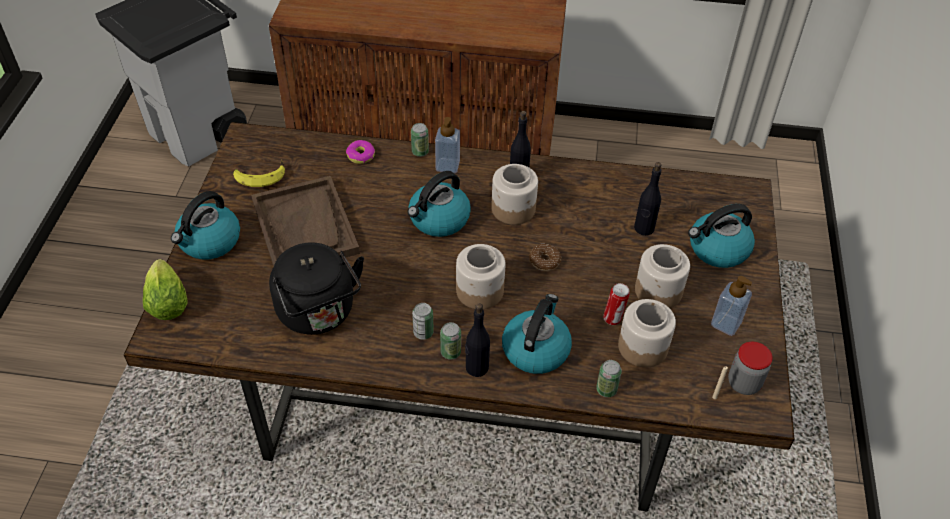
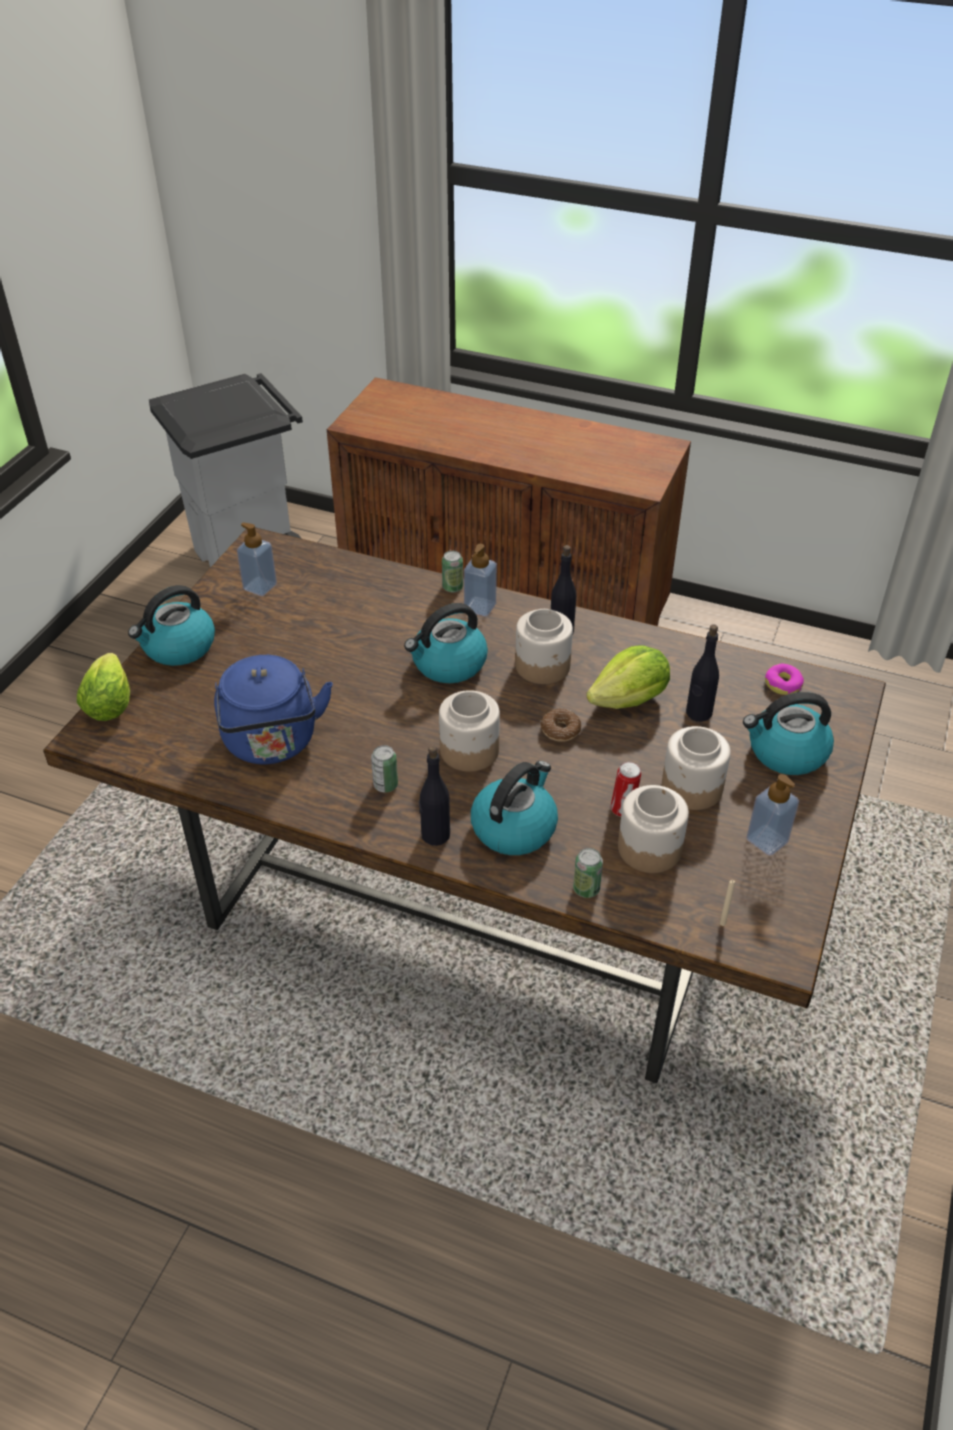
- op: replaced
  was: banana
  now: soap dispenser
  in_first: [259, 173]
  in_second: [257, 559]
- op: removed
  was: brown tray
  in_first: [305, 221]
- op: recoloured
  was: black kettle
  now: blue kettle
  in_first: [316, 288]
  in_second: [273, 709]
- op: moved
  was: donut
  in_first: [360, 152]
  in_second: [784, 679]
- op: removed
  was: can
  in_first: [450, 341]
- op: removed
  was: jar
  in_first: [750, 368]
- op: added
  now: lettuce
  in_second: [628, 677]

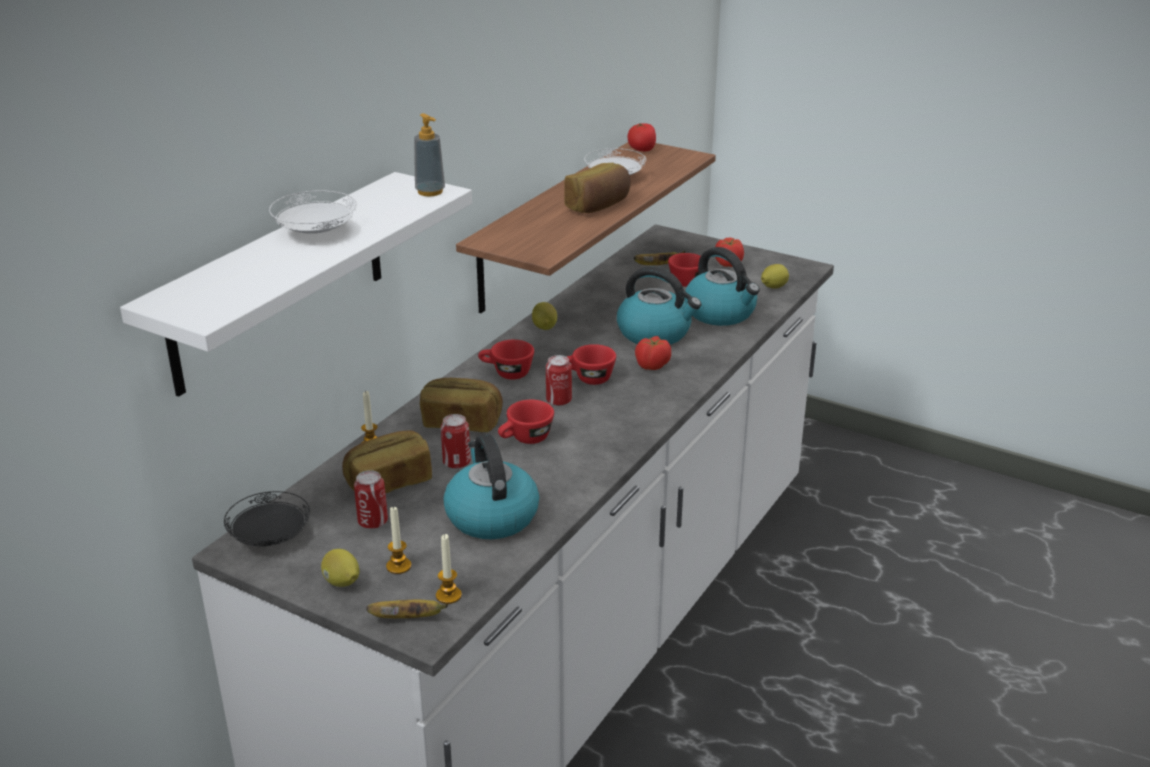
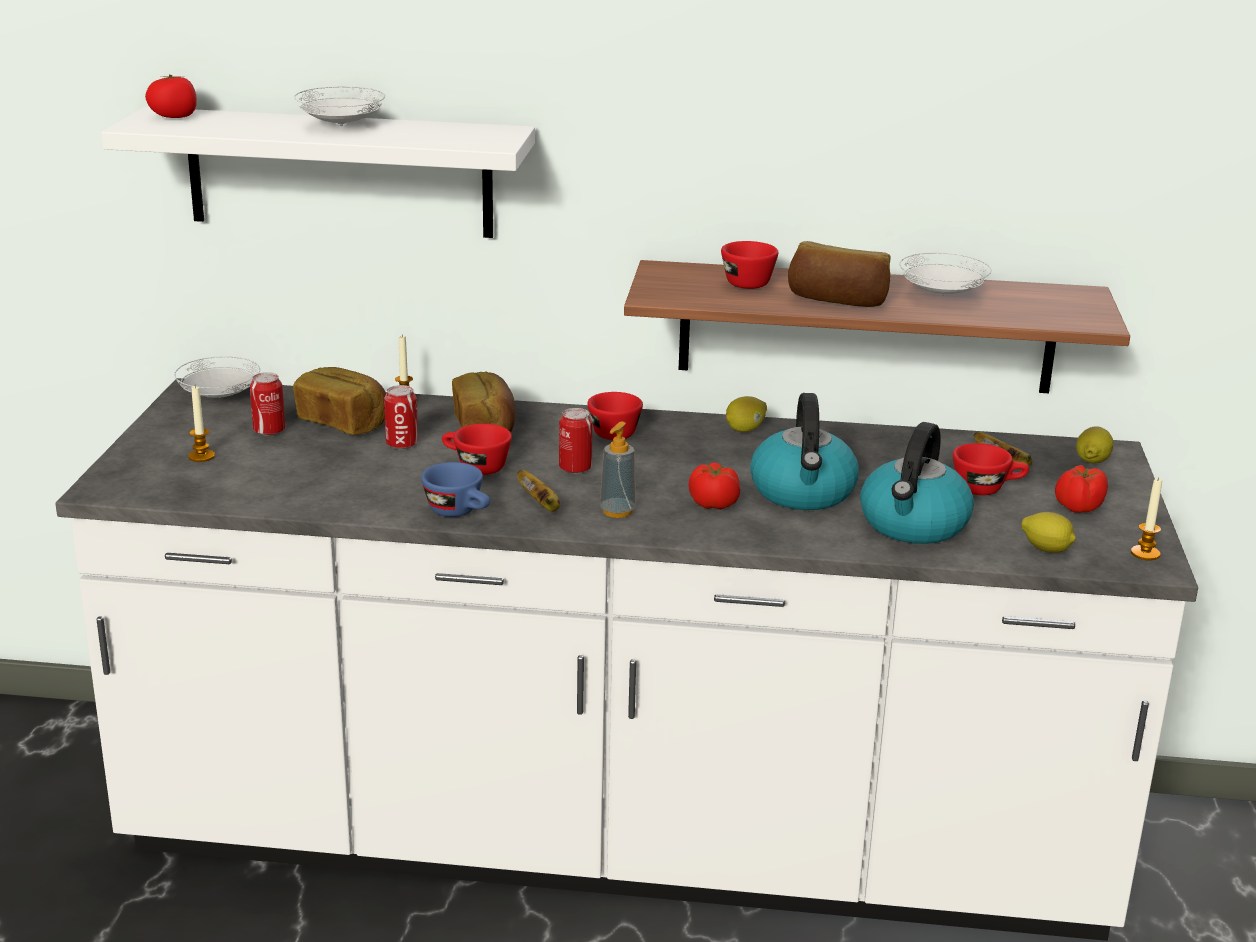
- op: recoloured
  was: black plate
  now: white plate
  in_first: [267, 518]
  in_second: [217, 377]
- op: moved
  was: lemon
  in_first: [340, 568]
  in_second: [1094, 445]
- op: moved
  was: banana
  in_first: [407, 608]
  in_second: [538, 491]
- op: moved
  was: soap dispenser
  in_first: [429, 154]
  in_second: [618, 470]
- op: moved
  was: candle
  in_first: [449, 569]
  in_second: [1146, 518]
- op: removed
  was: kettle
  in_first: [491, 486]
- op: moved
  was: red cup
  in_first: [591, 364]
  in_second: [749, 265]
- op: moved
  was: tomato
  in_first: [642, 137]
  in_second: [171, 96]
- op: added
  now: blue cup
  in_second: [455, 489]

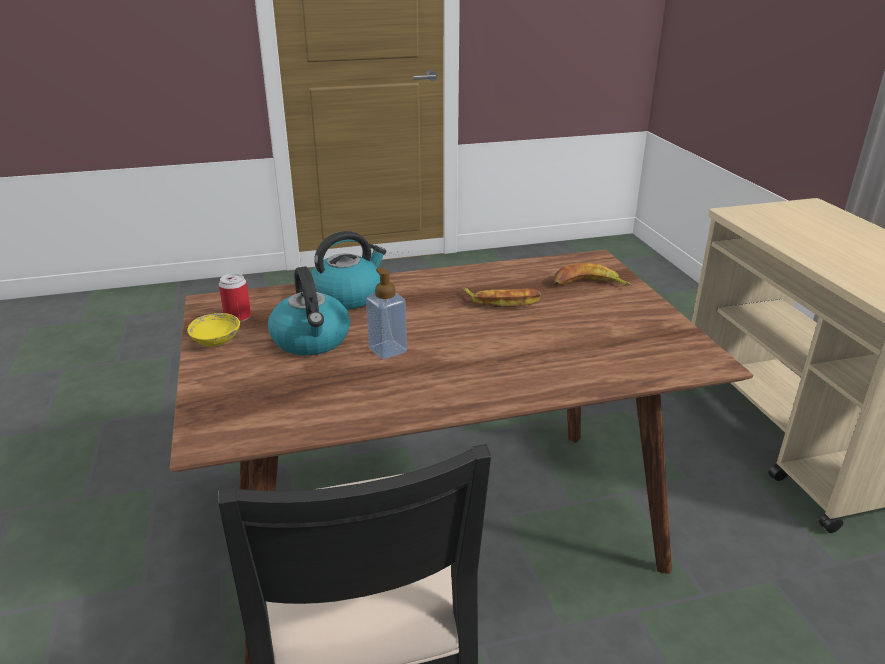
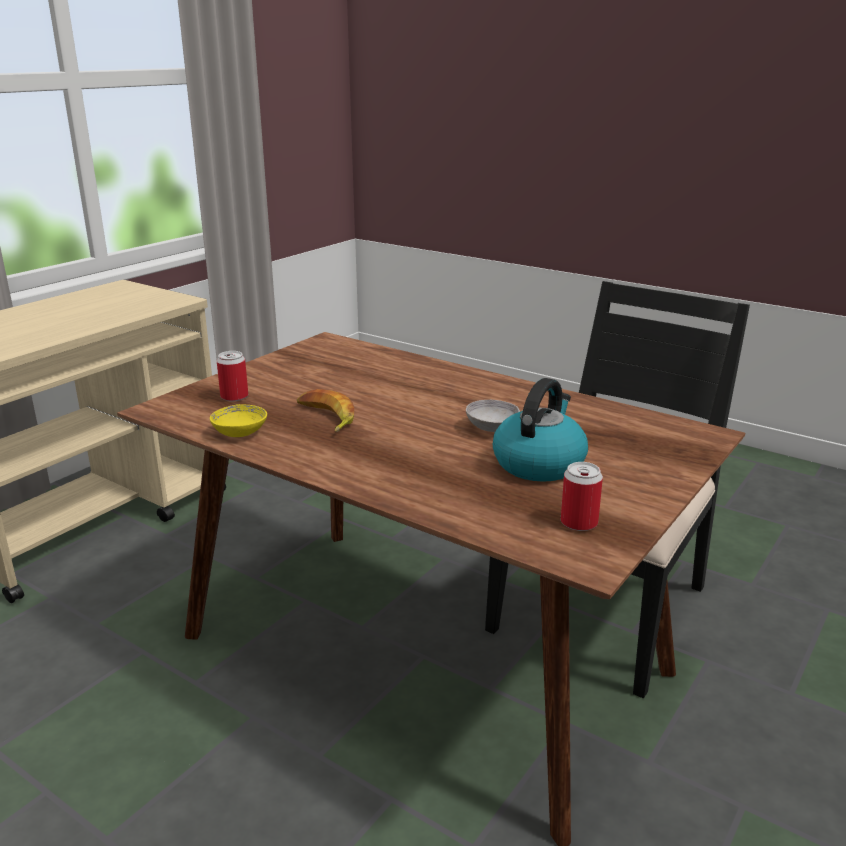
- op: moved
  was: yellow bowl
  in_first: [213, 330]
  in_second: [238, 420]
- op: removed
  was: kettle
  in_first: [348, 270]
- op: replaced
  was: soap dispenser
  now: grey bowl
  in_first: [386, 313]
  in_second: [493, 416]
- op: replaced
  was: banana
  now: can
  in_first: [593, 274]
  in_second: [232, 376]

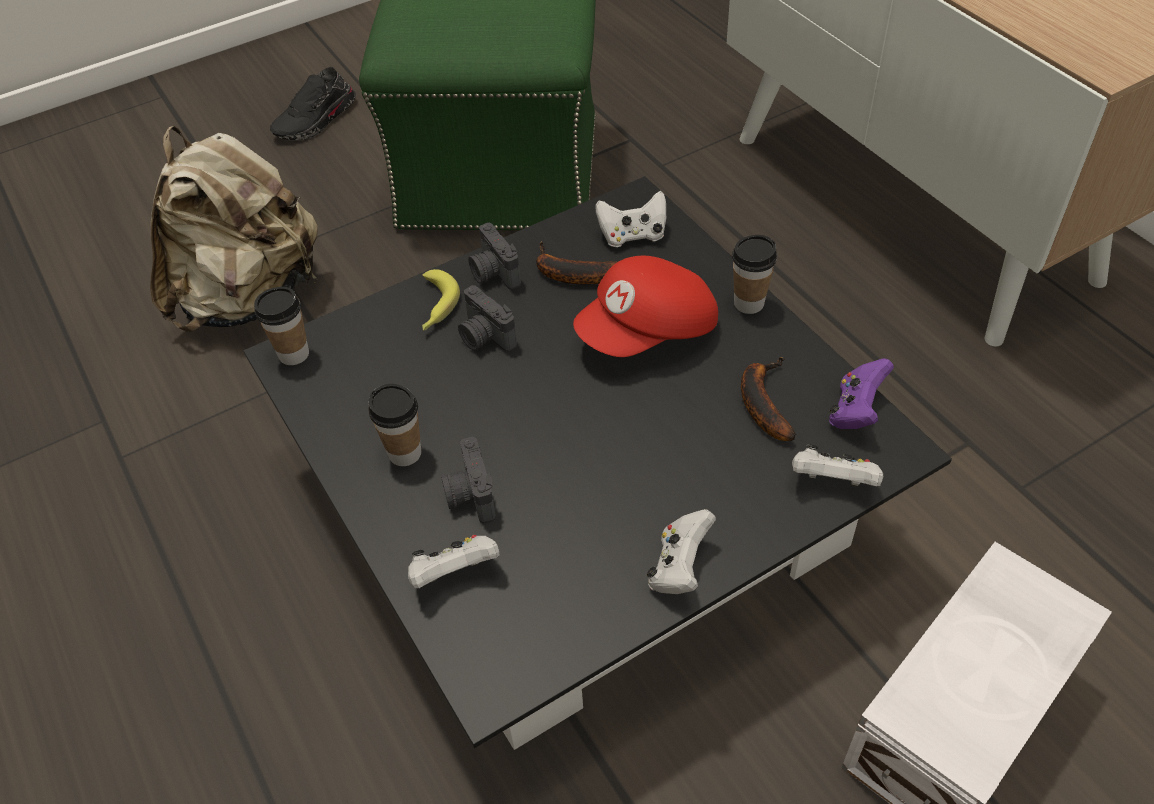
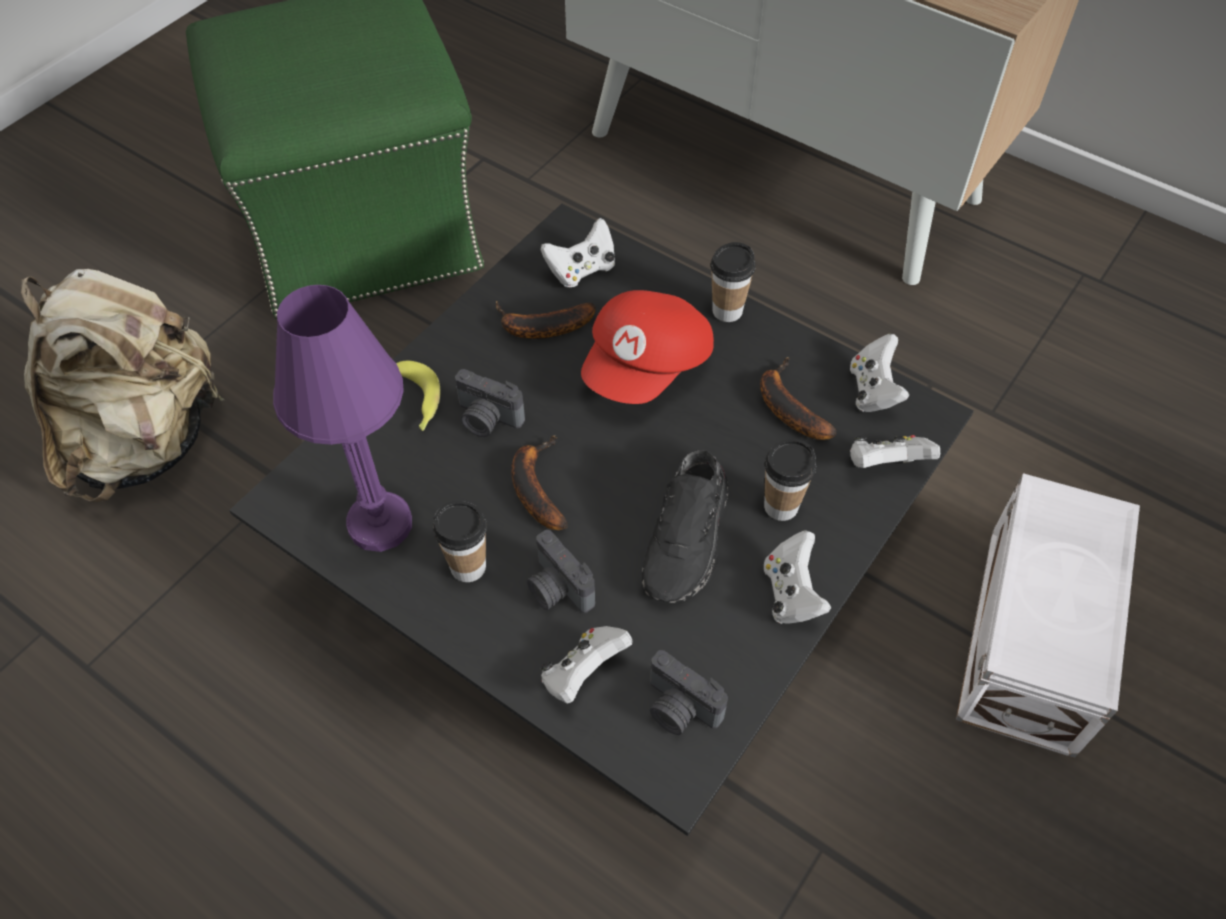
- op: moved
  was: cup
  in_first: [281, 326]
  in_second: [790, 480]
- op: moved
  was: black shoe
  in_first: [313, 103]
  in_second: [685, 526]
- op: moved
  was: photo camera
  in_first: [494, 256]
  in_second: [689, 692]
- op: recoloured
  was: purple game controller
  now: white game controller
  in_first: [861, 393]
  in_second: [879, 373]
- op: added
  now: purple table lamp
  in_second: [342, 418]
- op: added
  now: banana
  in_second: [539, 483]

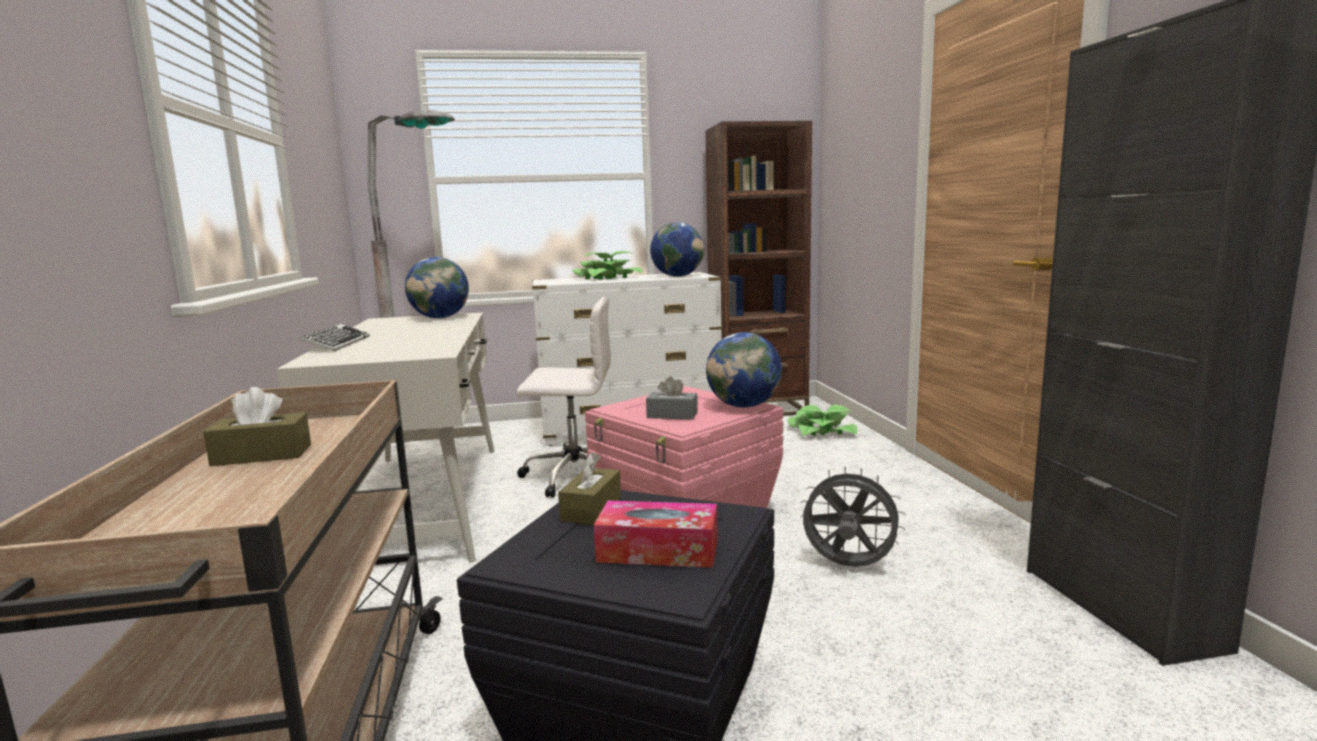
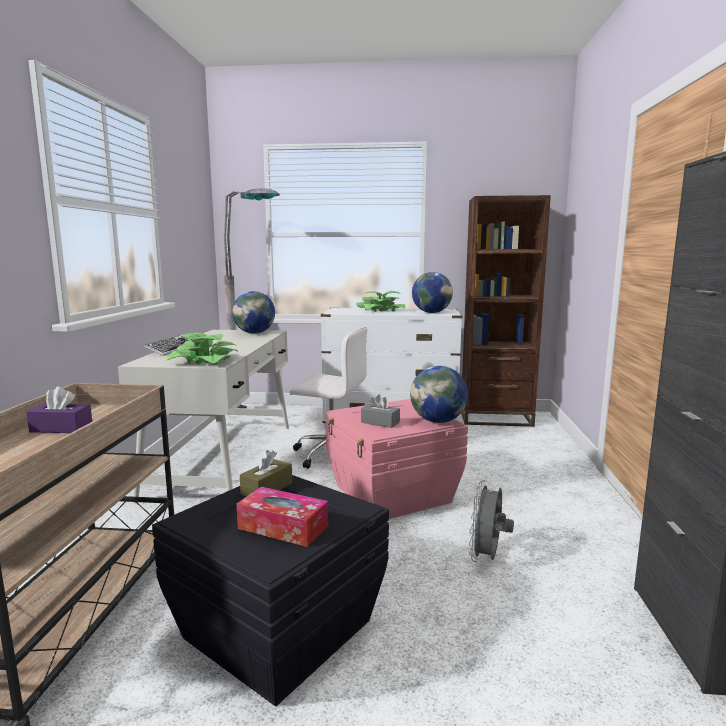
- op: recoloured
  was: brown tissue box
  now: purple tissue box
  in_first: [257, 426]
  in_second: [59, 410]
- op: moved
  was: potted plant
  in_first: [823, 420]
  in_second: [201, 349]
- op: turned
  was: grey fan
  in_first: [853, 516]
  in_second: [491, 521]
  clockwise: -105

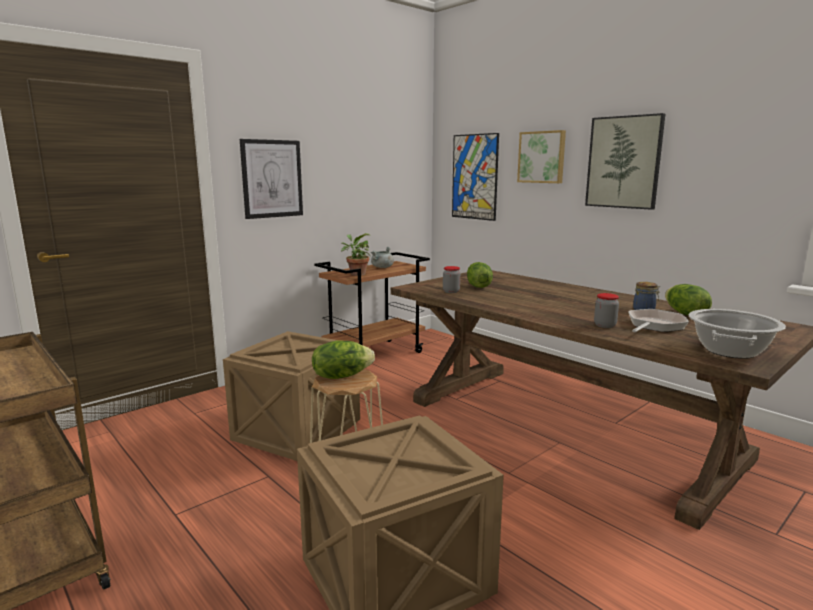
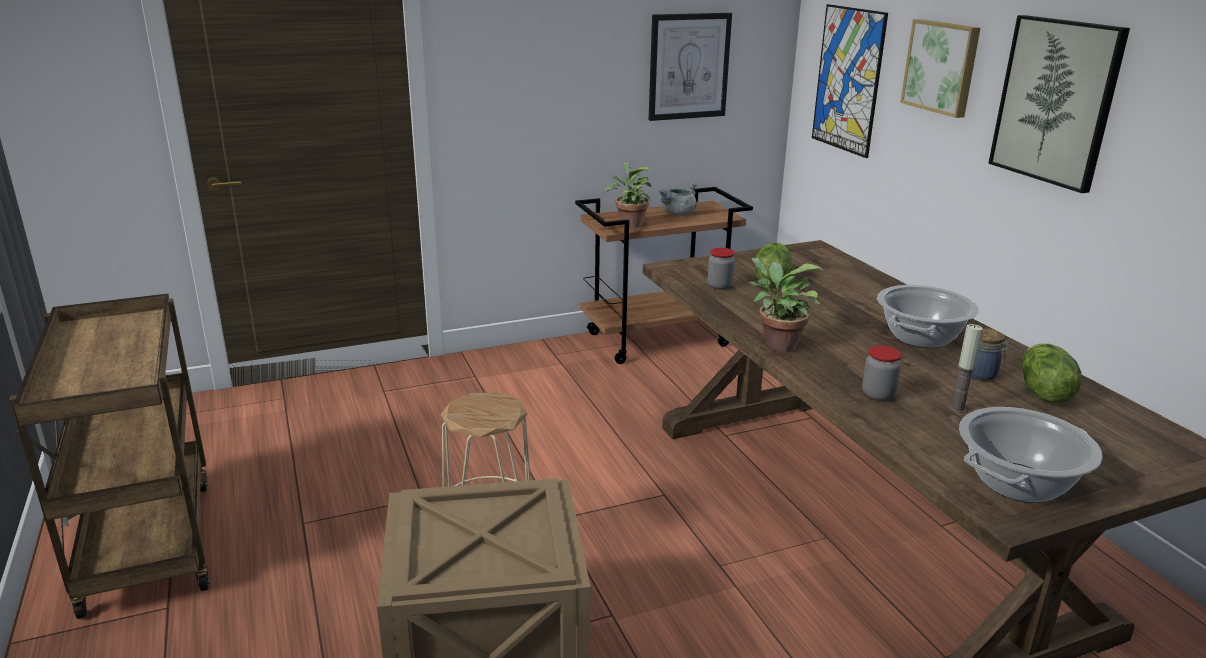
- op: removed
  was: crate
  in_first: [291, 396]
- op: moved
  was: picture
  in_first: [271, 179]
  in_second: [690, 67]
- op: removed
  was: lettuce
  in_first: [343, 359]
- op: replaced
  was: frying pan
  now: candle
  in_first: [659, 320]
  in_second: [966, 368]
- op: added
  now: potted plant
  in_second: [786, 305]
- op: added
  now: cooking pot
  in_second: [928, 316]

